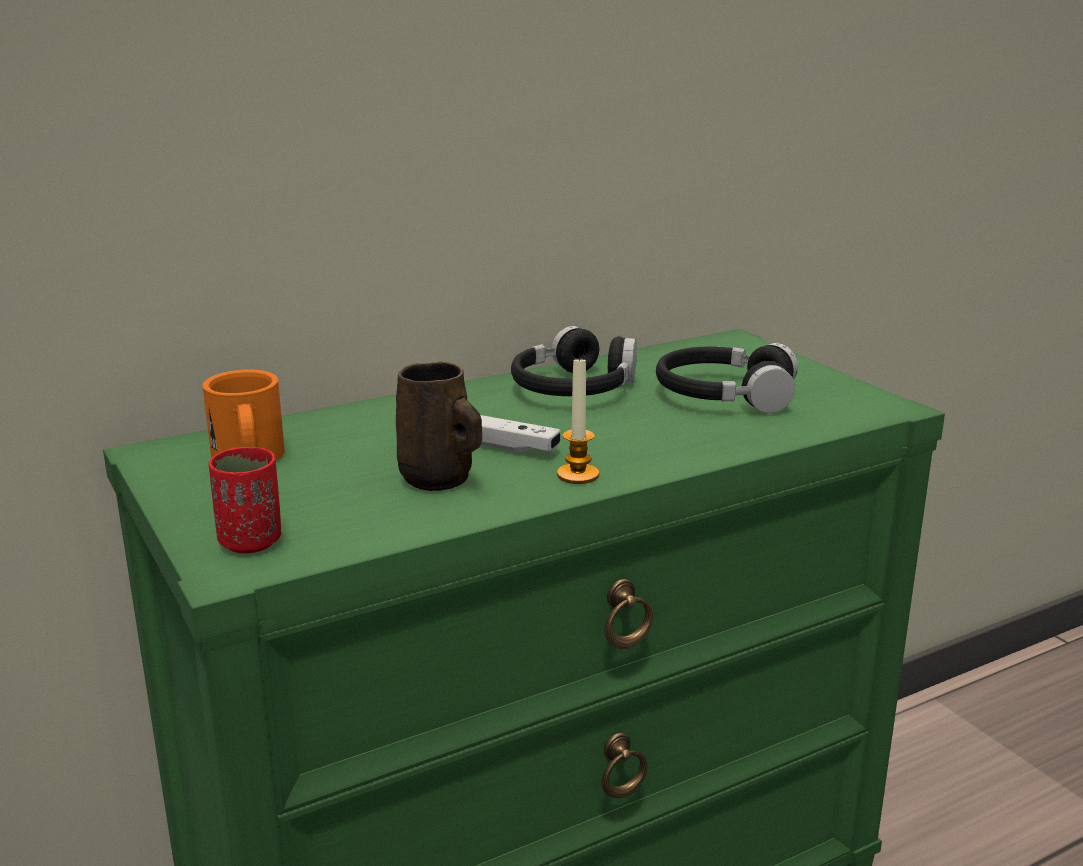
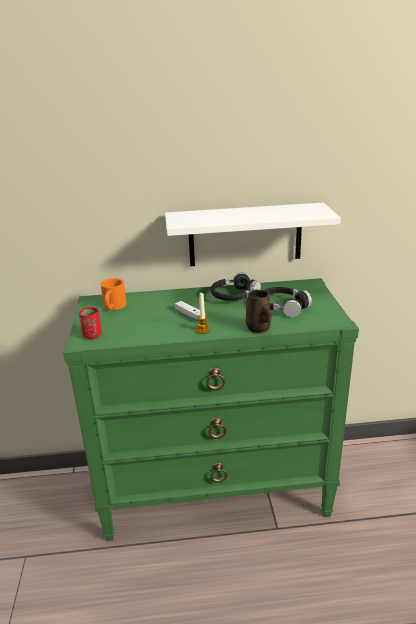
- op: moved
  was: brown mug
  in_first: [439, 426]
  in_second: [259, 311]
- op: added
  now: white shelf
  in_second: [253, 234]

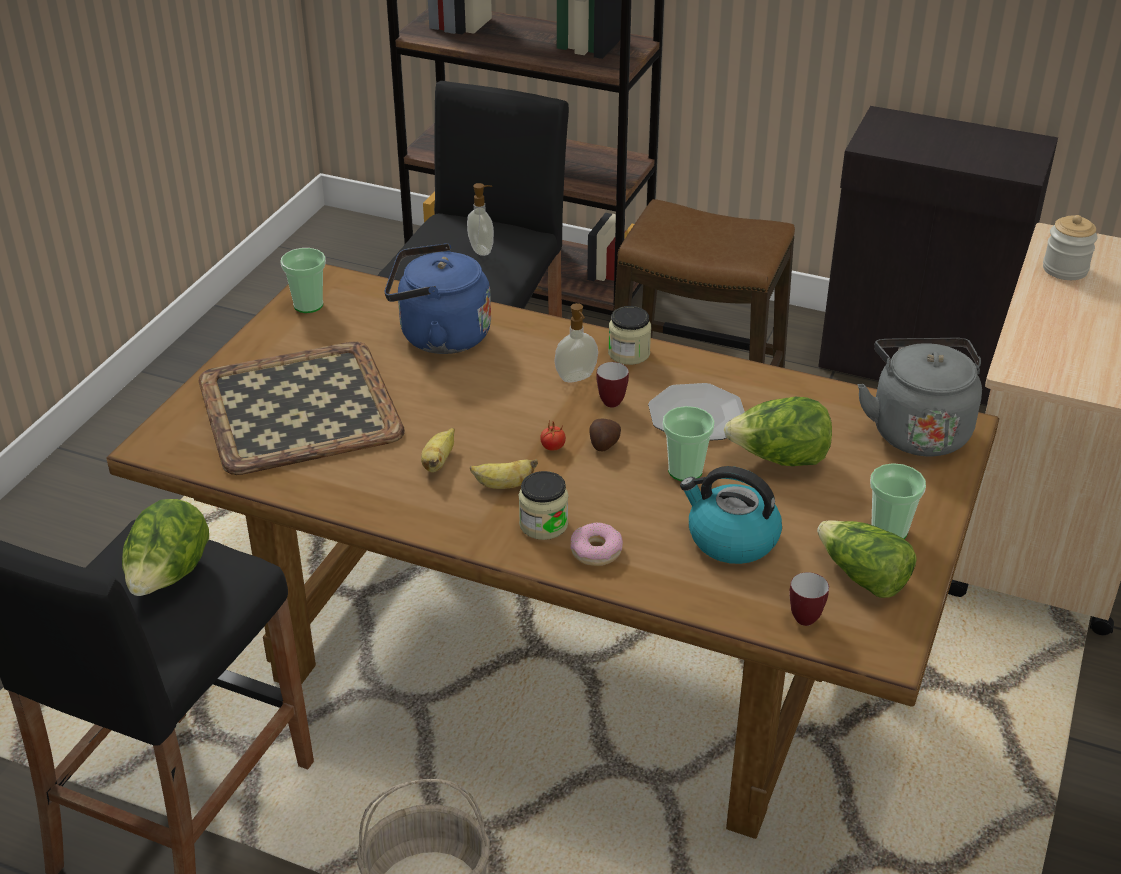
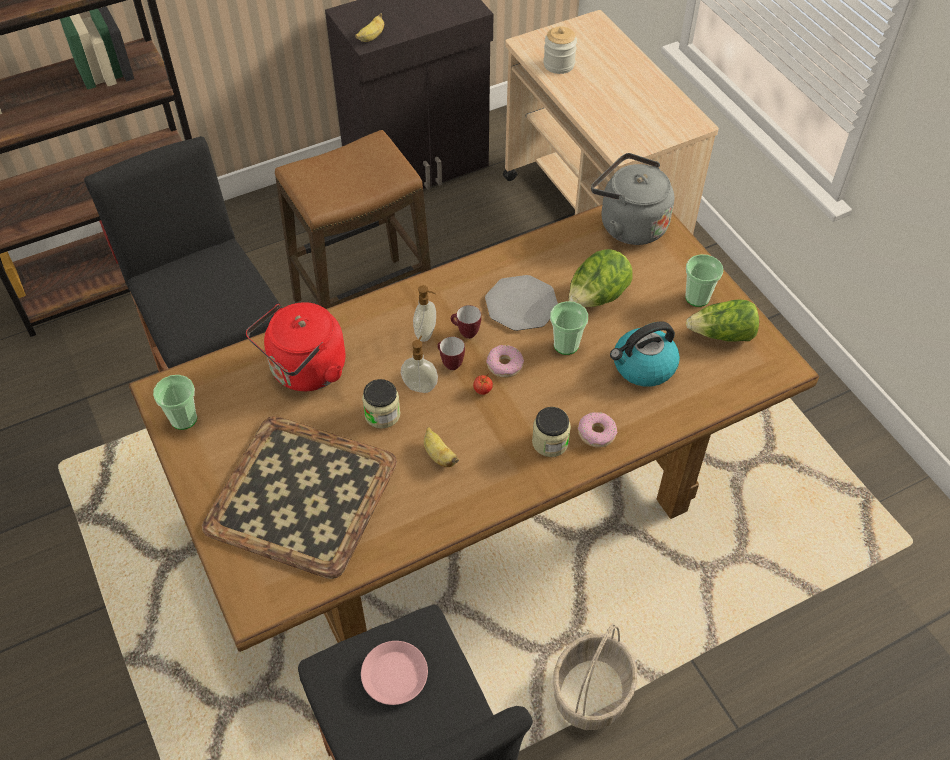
- op: replaced
  was: lettuce
  now: pink plate
  in_first: [165, 547]
  in_second: [394, 673]
- op: recoloured
  was: blue kettle
  now: red kettle
  in_first: [438, 298]
  in_second: [296, 346]
- op: moved
  was: soap dispenser
  in_first: [480, 219]
  in_second: [419, 364]
- op: moved
  was: banana
  in_first: [504, 474]
  in_second: [369, 27]
- op: replaced
  was: potato
  now: donut
  in_first: [605, 434]
  in_second: [505, 361]
- op: moved
  was: jar
  in_first: [629, 335]
  in_second: [381, 404]
- op: moved
  was: mug
  in_first: [809, 599]
  in_second: [451, 353]

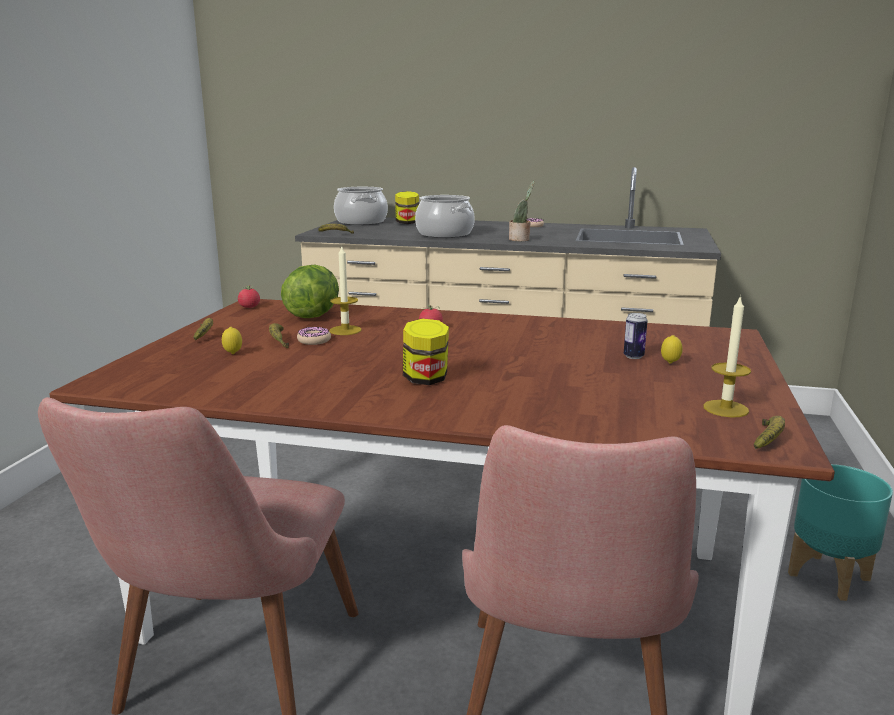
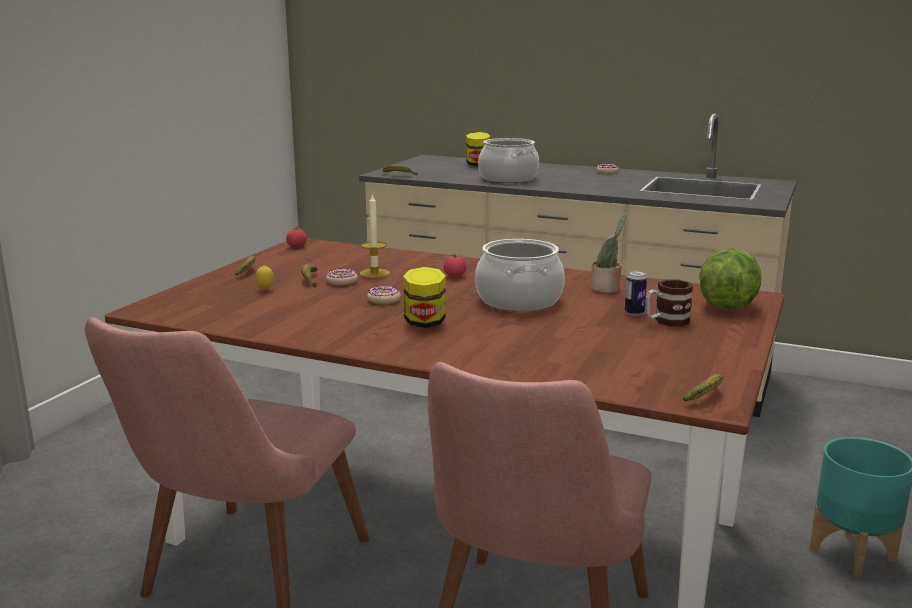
- op: moved
  was: lettuce
  in_first: [310, 291]
  in_second: [730, 279]
- op: moved
  was: cooking pot
  in_first: [361, 206]
  in_second: [520, 275]
- op: moved
  was: potted plant
  in_first: [522, 211]
  in_second: [609, 252]
- op: replaced
  was: lemon
  now: mug
  in_first: [672, 349]
  in_second: [669, 303]
- op: removed
  was: candle
  in_first: [727, 356]
- op: added
  now: donut
  in_second: [384, 295]

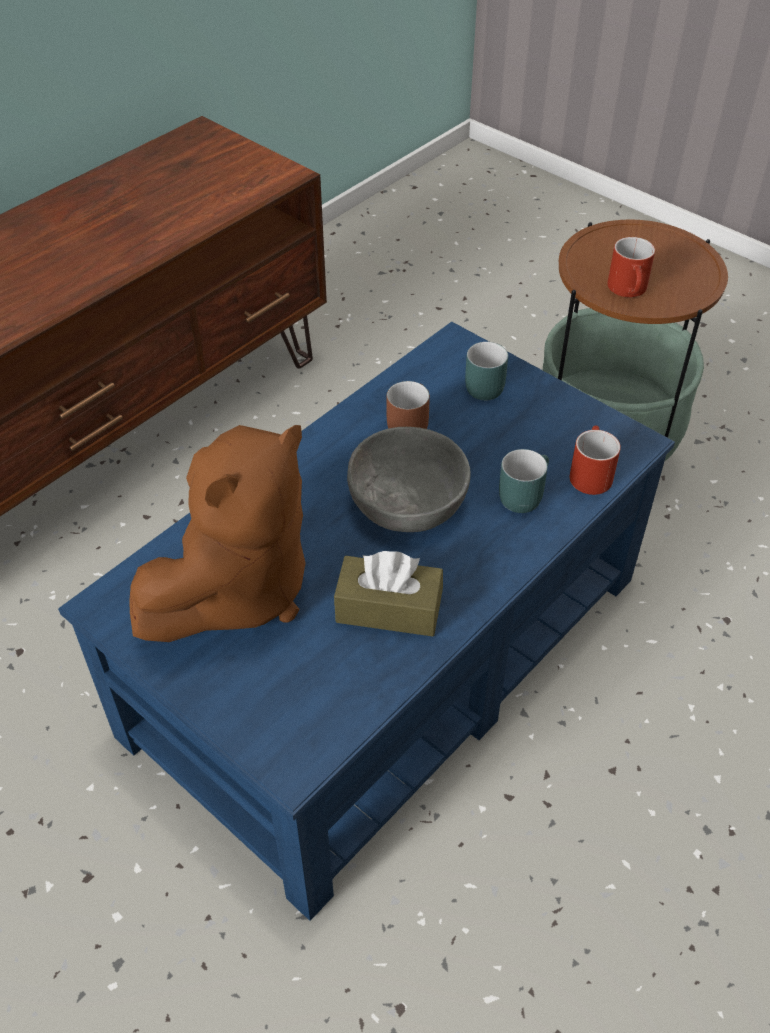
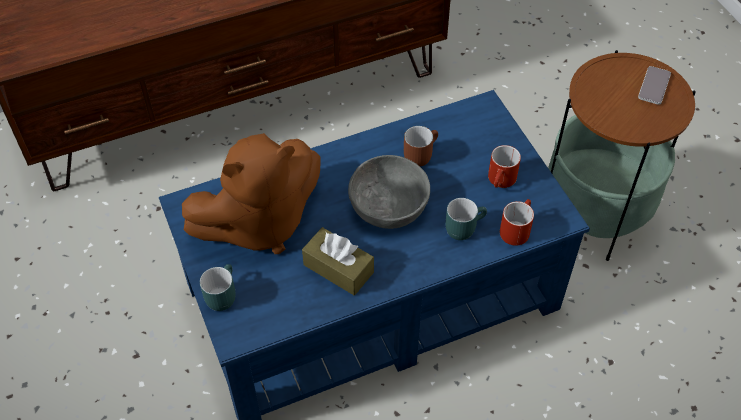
- op: moved
  was: turquoise mug
  in_first: [486, 371]
  in_second: [218, 287]
- op: moved
  was: red mug
  in_first: [631, 267]
  in_second: [504, 166]
- op: added
  now: phone
  in_second: [654, 85]

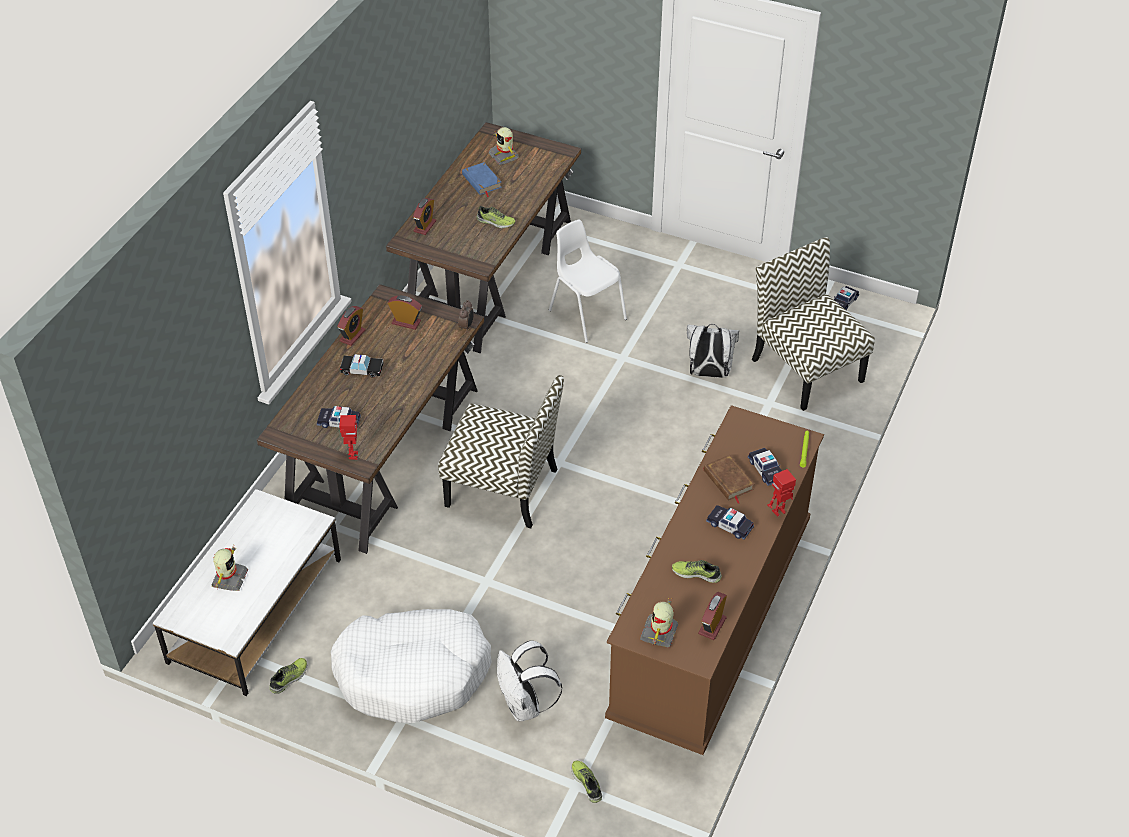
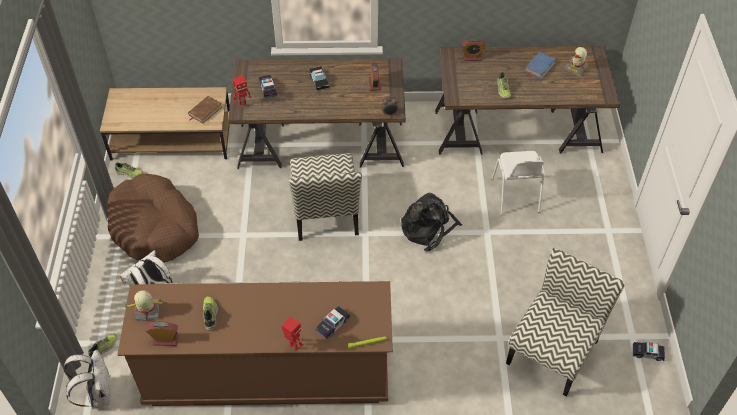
- op: recoloured
  was: white coffee table
  now: brown coffee table
  in_first: [247, 592]
  in_second: [165, 123]
- op: removed
  was: toy robot
  in_first: [230, 569]
- op: recoloured
  was: white dog bed
  now: brown dog bed
  in_first: [411, 666]
  in_second: [153, 218]
- op: removed
  was: alarm clock
  in_first: [351, 326]
- op: turned
  was: white chair
  in_first: [588, 281]
  in_second: [518, 183]
  clockwise: 150
- op: moved
  was: white backpack
  in_first: [713, 351]
  in_second: [87, 379]
- op: moved
  was: brown book
  in_first: [729, 479]
  in_second: [205, 109]
- op: removed
  was: toy car
  in_first: [730, 522]
- op: added
  now: black backpack
  in_second: [431, 222]

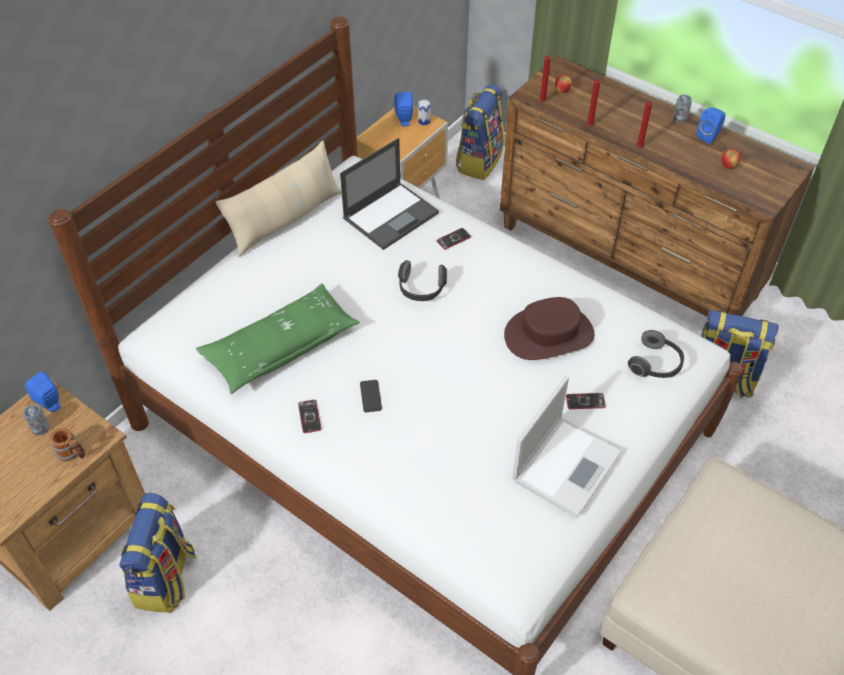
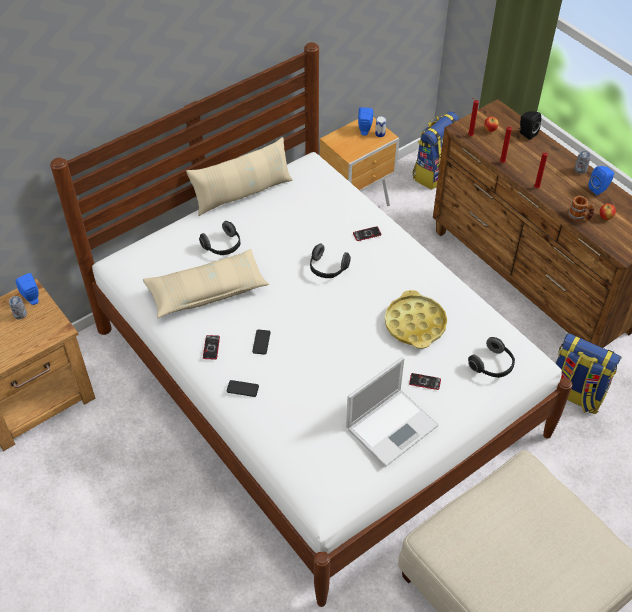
- op: moved
  was: mug
  in_first: [67, 444]
  in_second: [581, 208]
- op: removed
  was: backpack
  in_first: [157, 553]
- op: recoloured
  was: green pillow
  now: beige pillow
  in_first: [278, 339]
  in_second: [206, 283]
- op: removed
  was: laptop
  in_first: [389, 194]
- op: replaced
  was: brown hat
  now: yellow tray
  in_first: [549, 328]
  in_second: [416, 319]
- op: added
  now: headphones
  in_second: [220, 238]
- op: added
  now: phone
  in_second: [243, 388]
- op: added
  now: black speaker
  in_second: [529, 125]

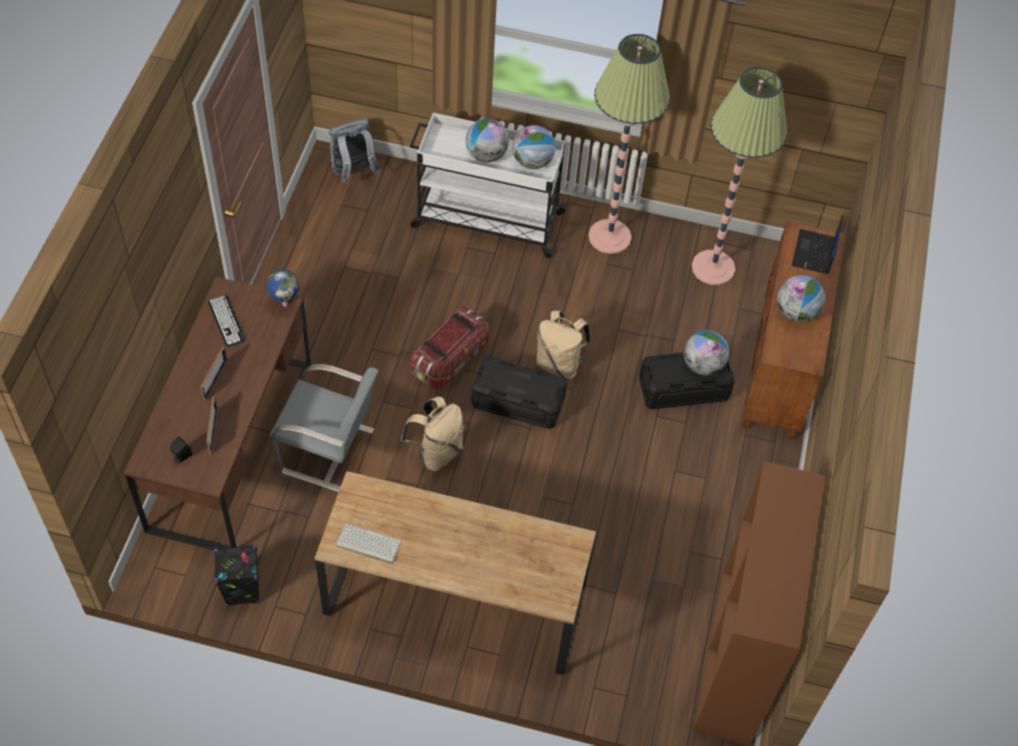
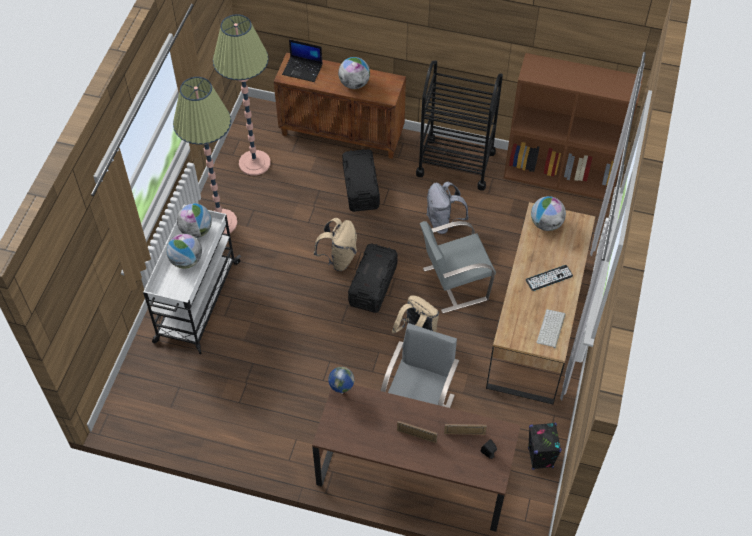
- op: moved
  was: keyboard
  in_first: [227, 321]
  in_second: [549, 278]
- op: moved
  was: grey backpack
  in_first: [354, 152]
  in_second: [447, 208]
- op: removed
  was: storage box
  in_first: [449, 348]
- op: moved
  was: globe
  in_first: [706, 352]
  in_second: [548, 213]
- op: added
  now: black cart
  in_second: [459, 126]
- op: added
  now: grey chair
  in_second: [458, 267]

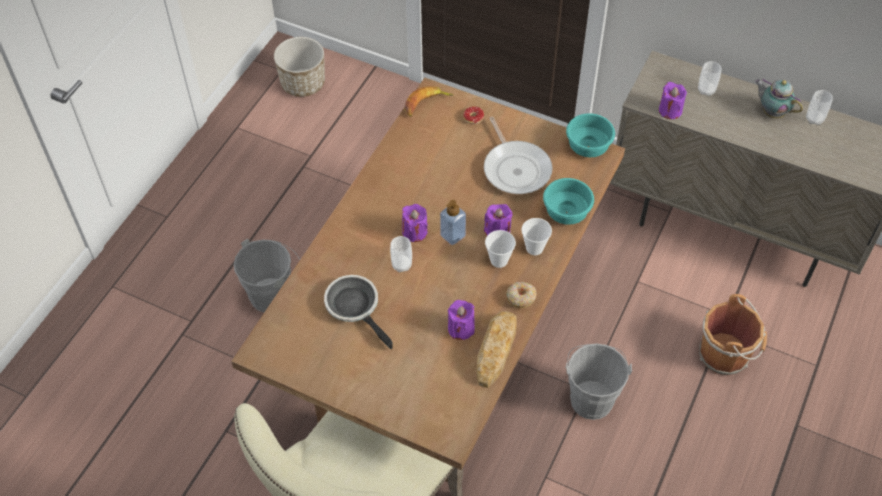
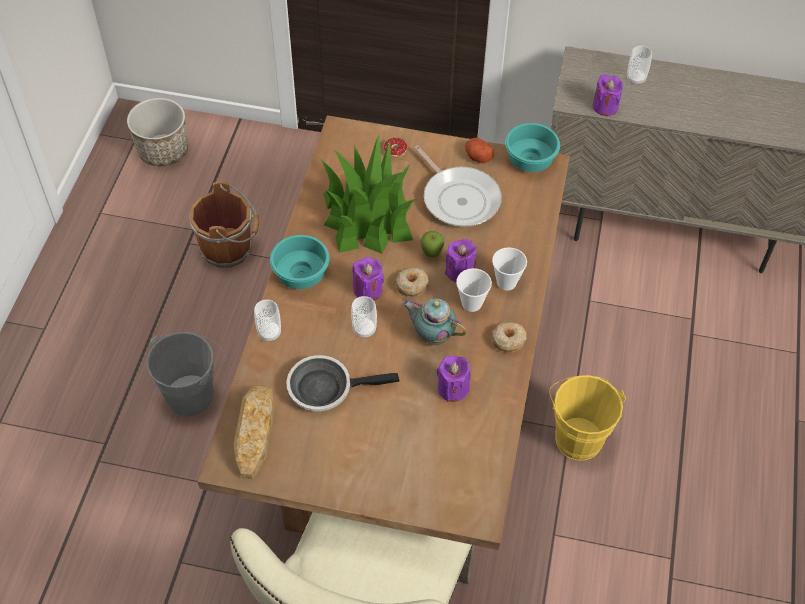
- op: turned
  was: frying pan
  in_first: [358, 312]
  in_second: [343, 383]
  clockwise: -45
- op: removed
  was: banana
  in_first: [429, 101]
- op: replaced
  was: soap dispenser
  now: donut
  in_first: [453, 222]
  in_second: [412, 282]
- op: moved
  was: bread
  in_first: [496, 349]
  in_second: [254, 432]
- op: moved
  was: turquoise bowl
  in_first: [568, 201]
  in_second: [300, 262]
- op: recoloured
  was: grey bucket
  now: yellow bucket
  in_first: [598, 382]
  in_second: [587, 418]
- op: moved
  was: brown bucket
  in_first: [733, 334]
  in_second: [224, 224]
- op: moved
  was: teapot
  in_first: [779, 98]
  in_second: [434, 322]
- op: moved
  was: cup
  in_first: [819, 107]
  in_second: [267, 320]
- op: added
  now: potted plant
  in_second: [368, 193]
- op: added
  now: apple
  in_second: [432, 244]
- op: added
  now: potato
  in_second: [479, 150]

